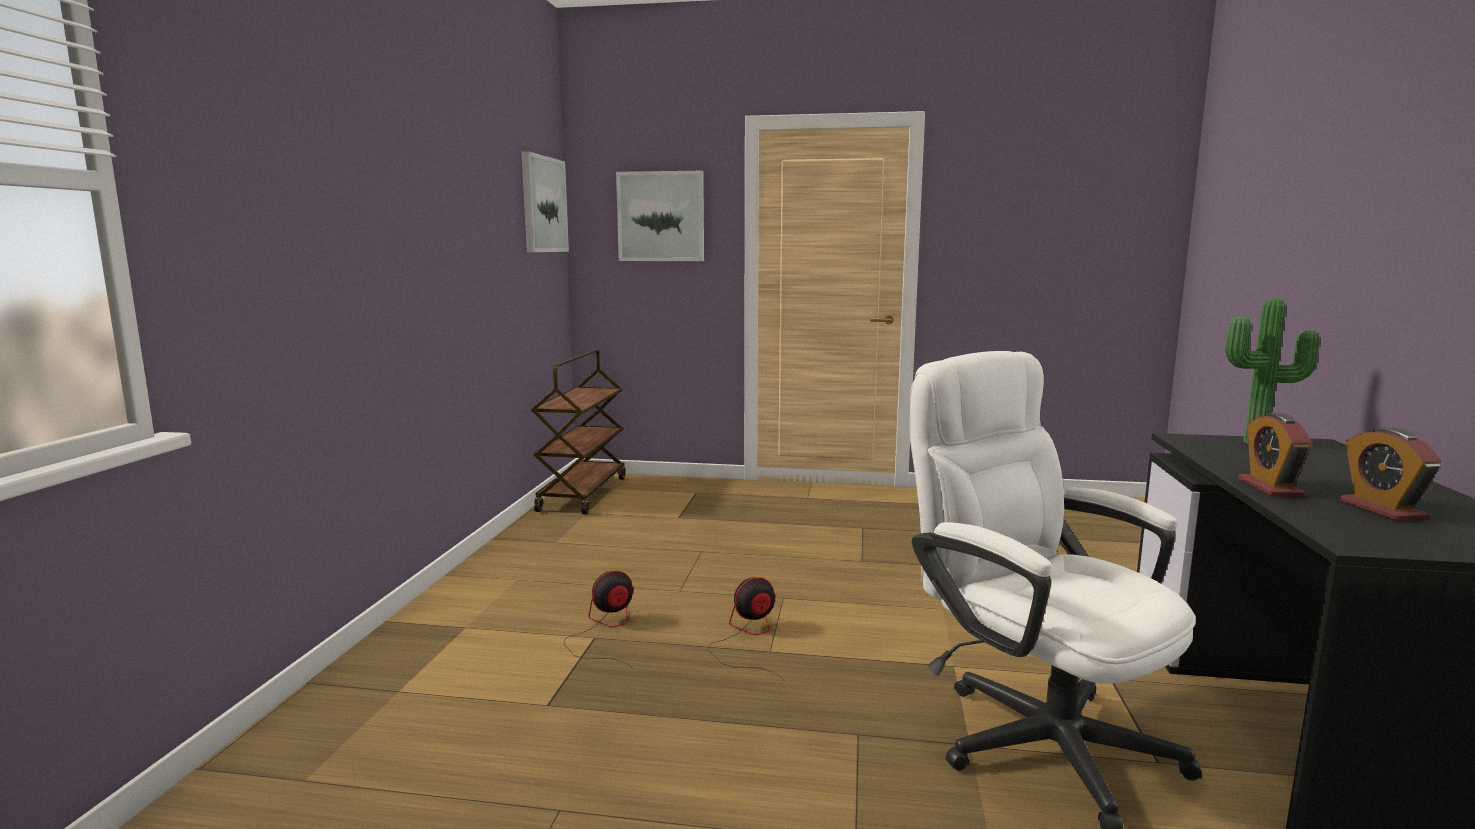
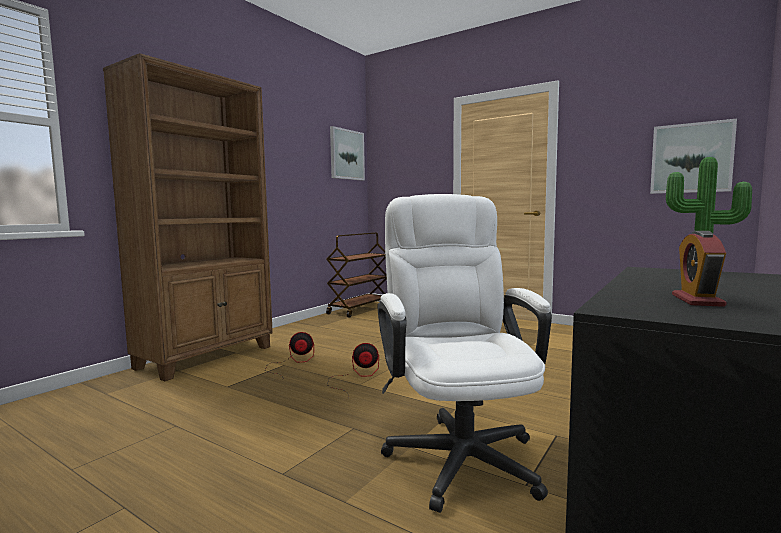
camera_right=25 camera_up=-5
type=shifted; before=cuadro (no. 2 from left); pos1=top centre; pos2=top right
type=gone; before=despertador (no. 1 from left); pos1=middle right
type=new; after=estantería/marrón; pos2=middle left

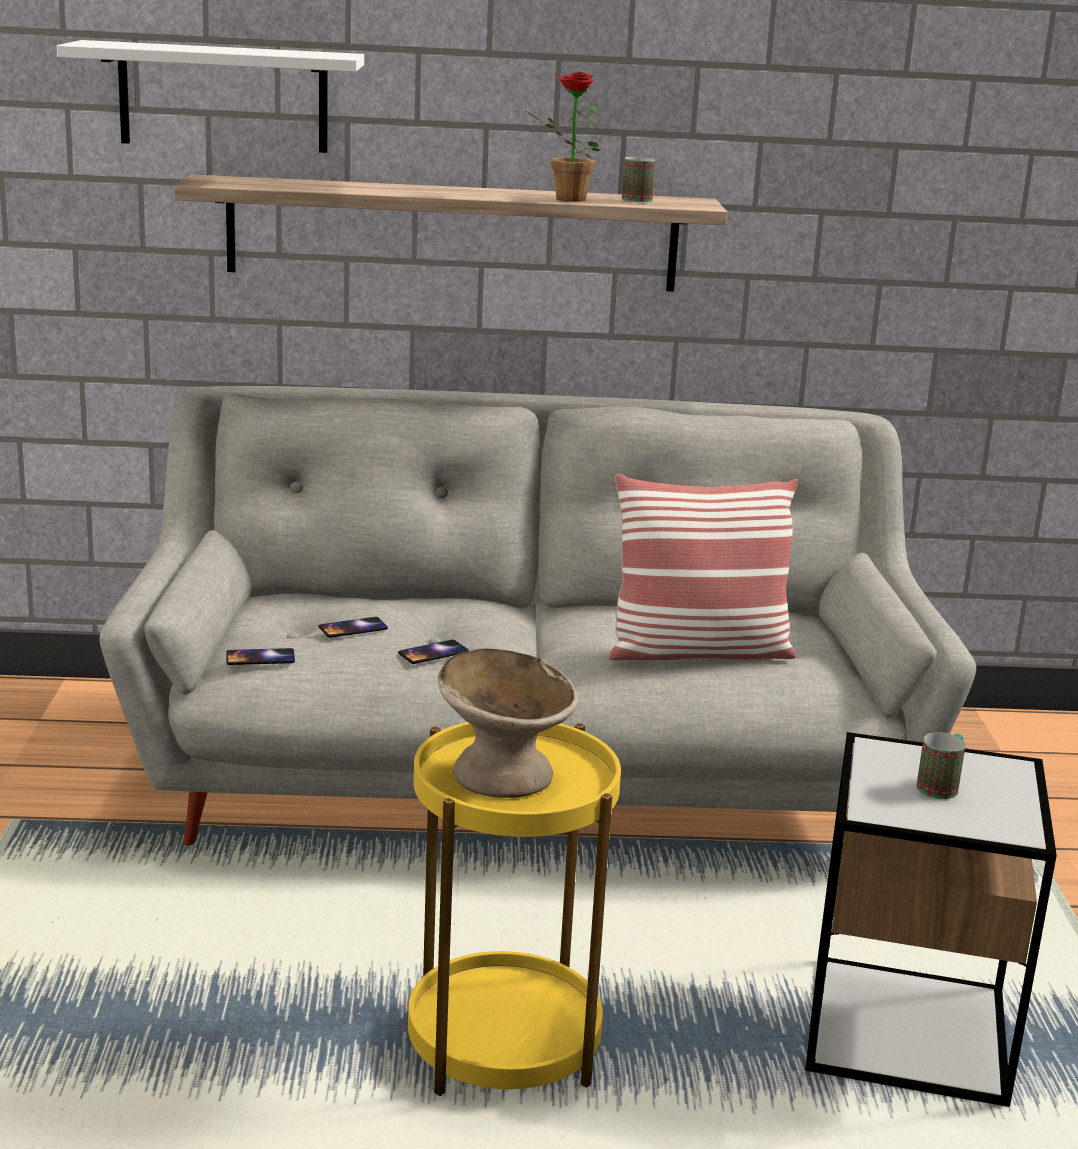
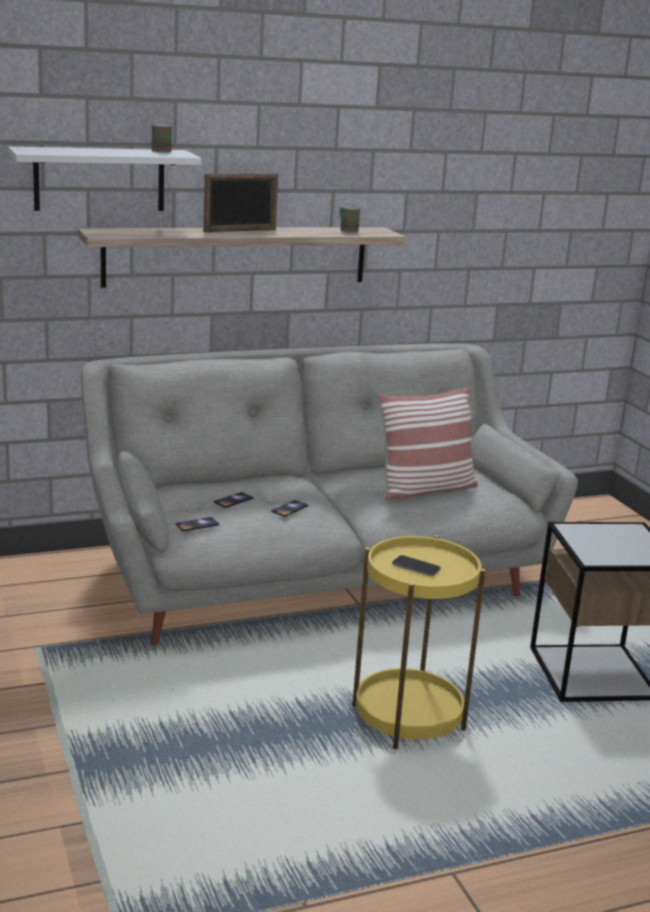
camera_right=-20 camera_up=0
type=swapped; before=cuenco/beis; after=móvil (no. 4 from left); pos1=centre; pos2=centre
type=gone; before=planta en maceta; pos1=top centre
type=shifted; before=taza grande (no. 2 from left in the first image); after=taza grande (no. 1 from left); pos1=middle right; pos2=top left
type=new; after=portarretratos; pos2=top centre

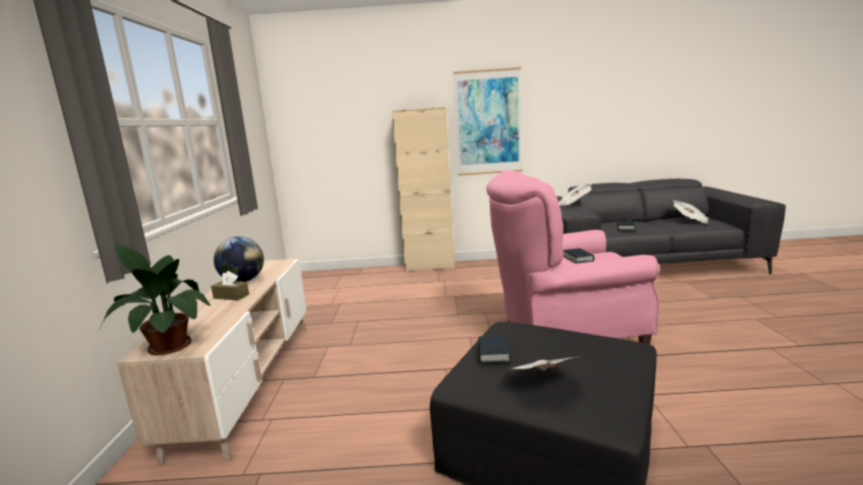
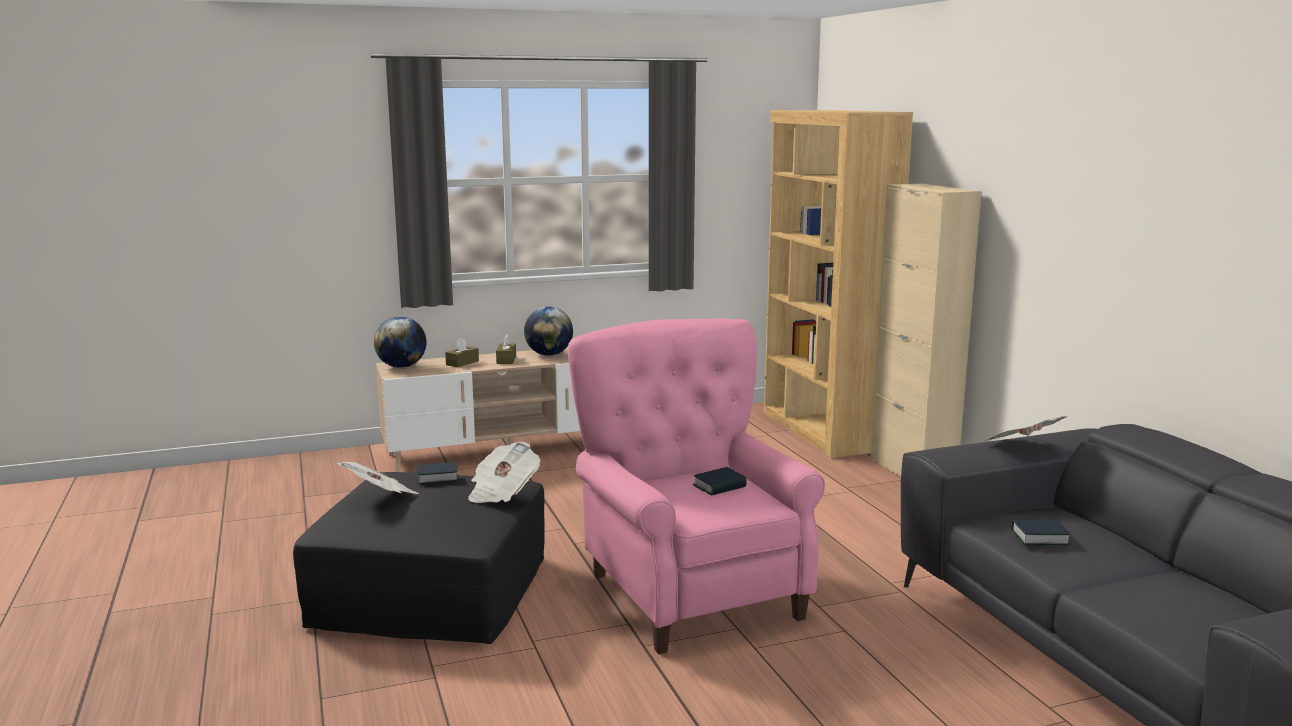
camera_right=70 camera_up=0
type=swapped; before=planta en maceta; after=globo terráqueo (no. 1 from left); pos1=middle left; pos2=middle left
type=gone; before=cuadro; pos1=top centre
type=shifted; before=periódico (no. 3 from left in the first image); after=periódico (no. 2 from left); pos1=middle right; pos2=centre
type=new; after=caja de pañuelos/marrón (no. 1 from left); pos2=centre
type=new; after=estantería/marrón; pos2=centre

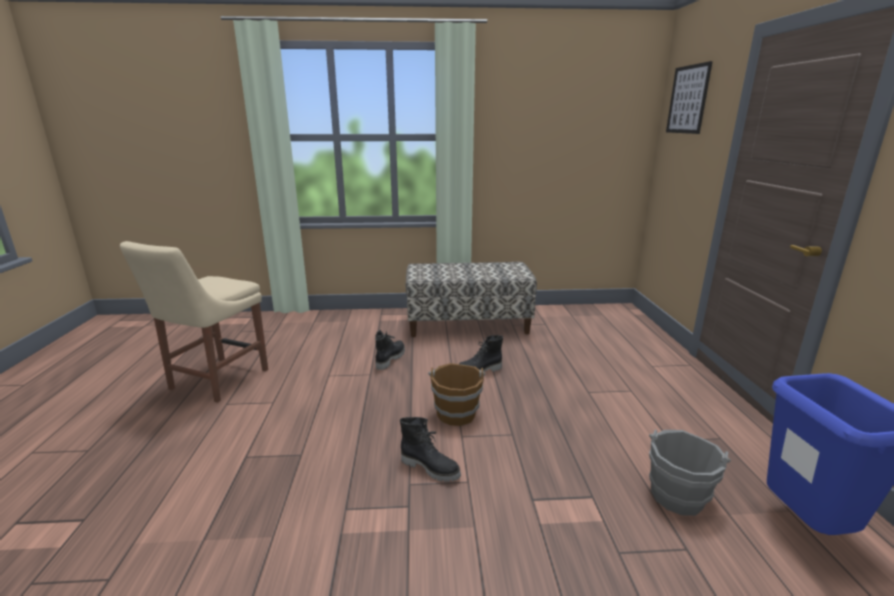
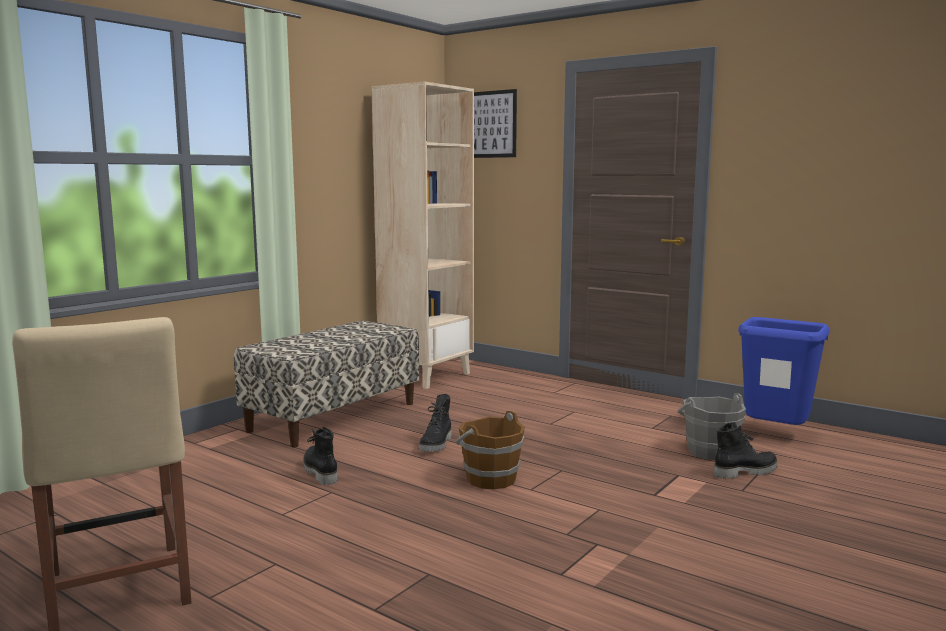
camera_right=-50 camera_up=-10
type=shifted; before=bota/negro (no. 2 from left in the first image); after=bota/negro (no. 3 from left); pos1=bottom centre; pos2=bottom right
type=new; after=estantería/beis; pos2=centre

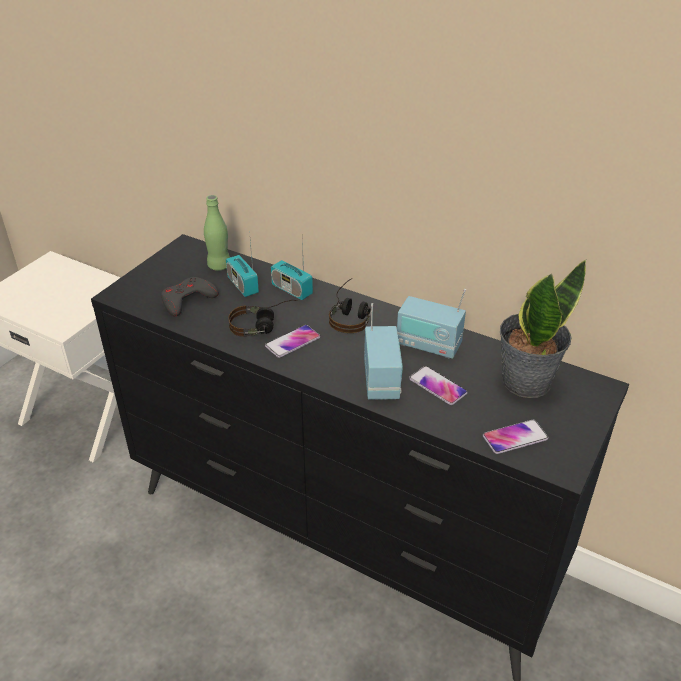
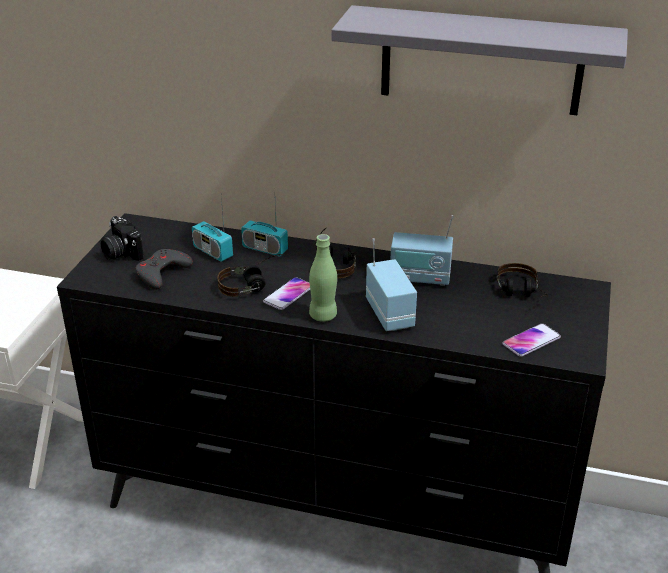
camera_right=-15 camera_up=-5
type=shifted; before=botella/verde; pos1=middle left; pos2=centre
type=gone; before=móvil (no. 2 from left); pos1=centre
type=swapped; before=planta en maceta; after=auriculares (no. 3 from left); pos1=middle right; pos2=middle right
type=new; after=cámara; pos2=middle left
type=new; after=estante/gris; pos2=top right

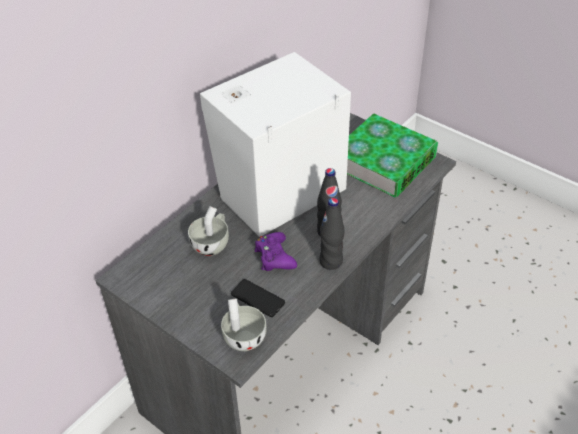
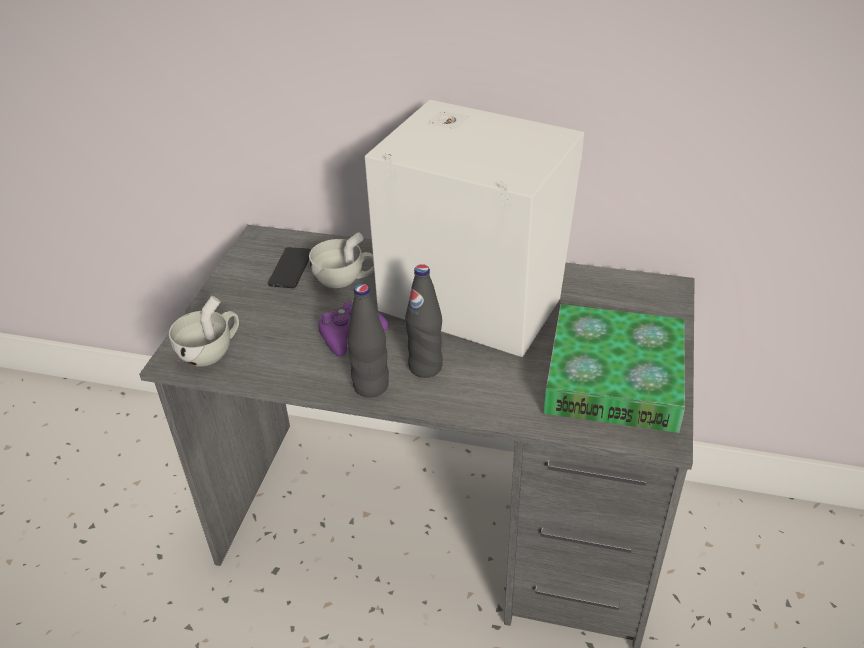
camera_right=65 camera_up=-5
type=shifted; before=móvil; pos1=bottom centre; pos2=centre

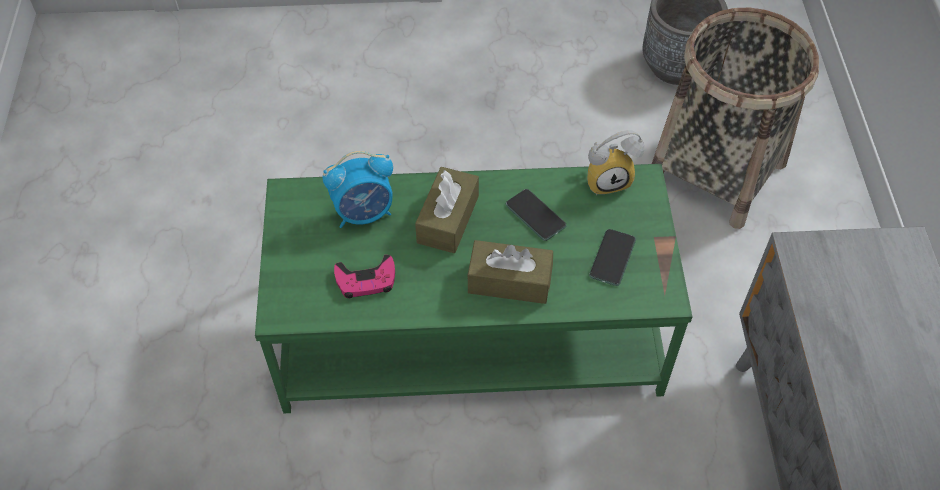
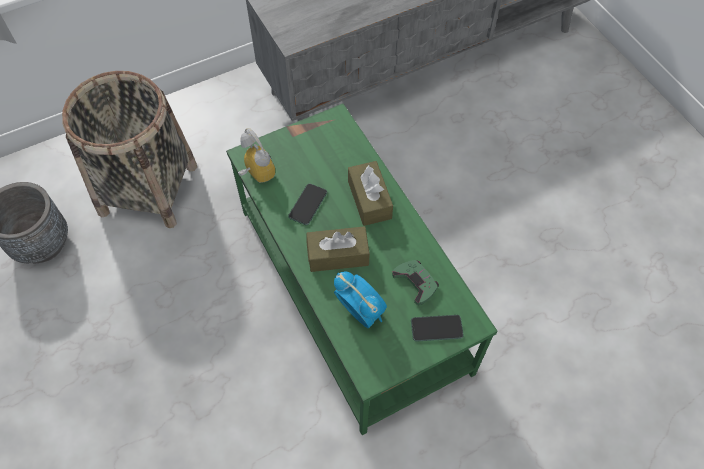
camera_right=-115 camera_up=5
type=repainted; before=mando de consola/rosa; after=mando de consola/verde; pos1=centre; pos2=centre
type=shifted; before=móvil (no. 2 from left); pos1=centre; pos2=bottom centre

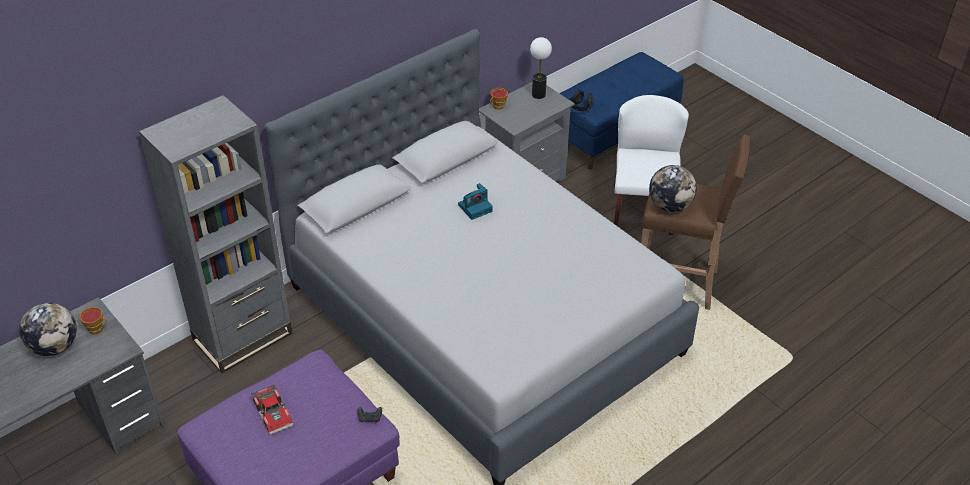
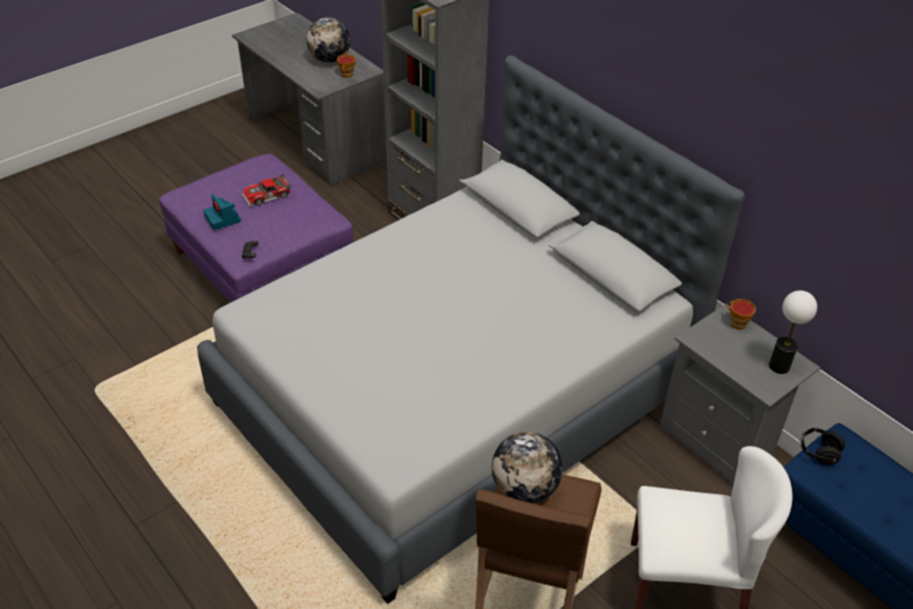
camera_right=90 camera_up=0
type=shifted; before=cámara; pos1=centre; pos2=middle left

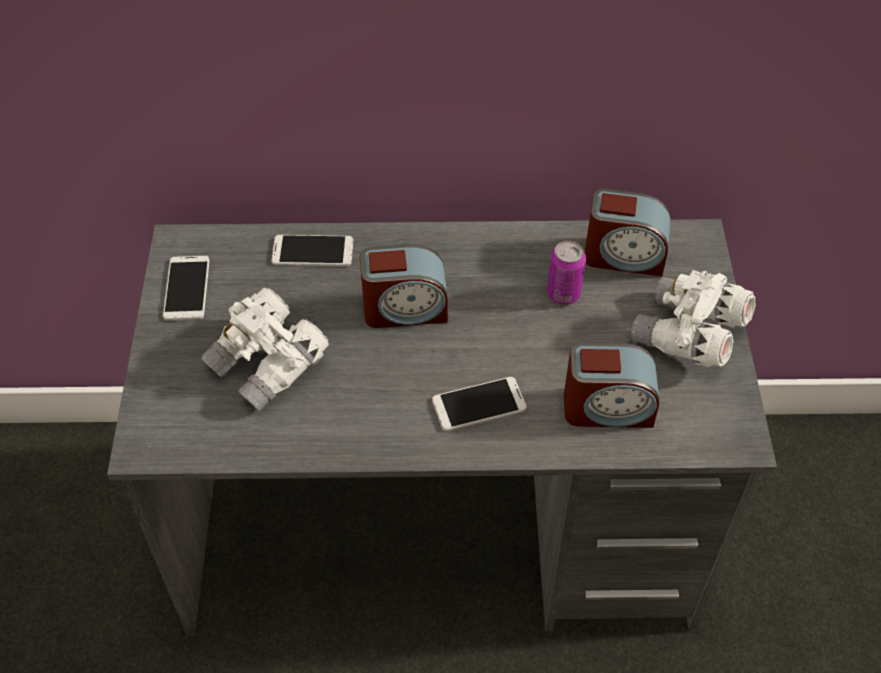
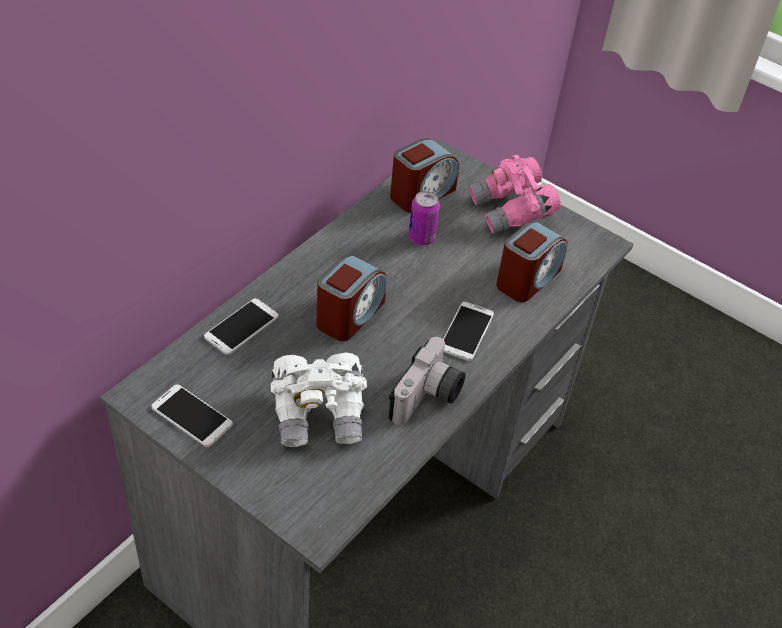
camera_right=-55 camera_up=-5
type=repainted; before=prismáticos/blanco (no. 2 from left); after=prismáticos/rosa; pos1=middle right; pos2=top centre
type=new; after=cámara; pos2=centre

